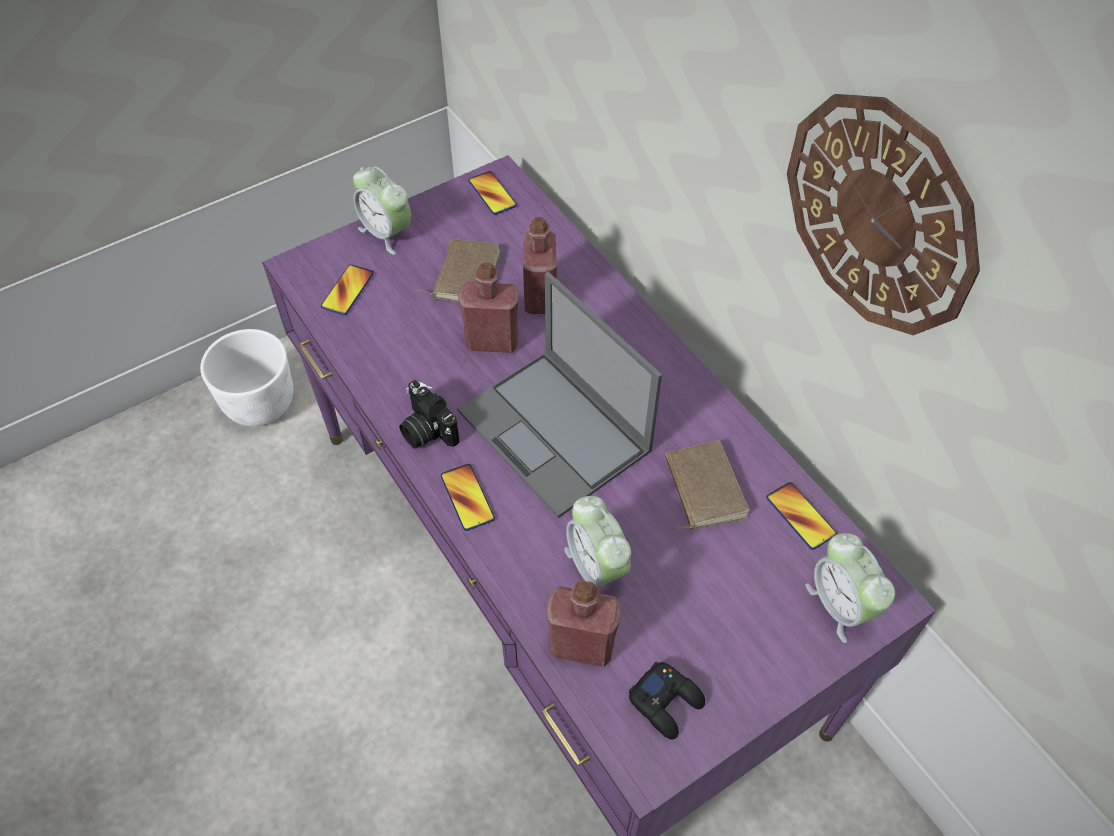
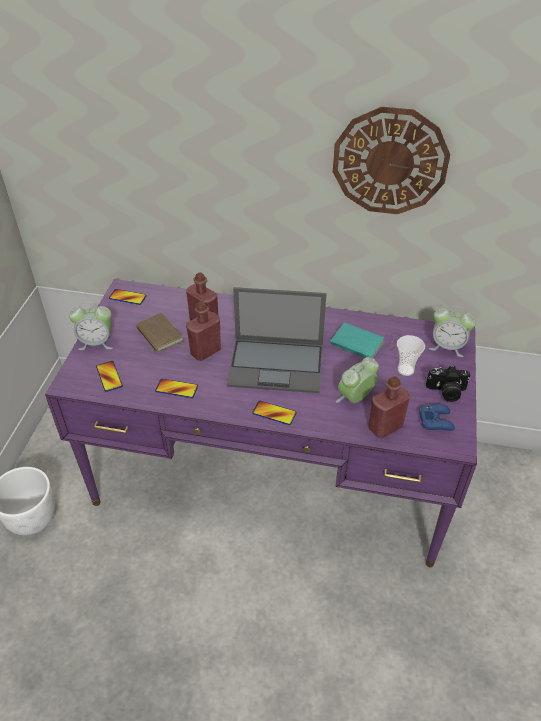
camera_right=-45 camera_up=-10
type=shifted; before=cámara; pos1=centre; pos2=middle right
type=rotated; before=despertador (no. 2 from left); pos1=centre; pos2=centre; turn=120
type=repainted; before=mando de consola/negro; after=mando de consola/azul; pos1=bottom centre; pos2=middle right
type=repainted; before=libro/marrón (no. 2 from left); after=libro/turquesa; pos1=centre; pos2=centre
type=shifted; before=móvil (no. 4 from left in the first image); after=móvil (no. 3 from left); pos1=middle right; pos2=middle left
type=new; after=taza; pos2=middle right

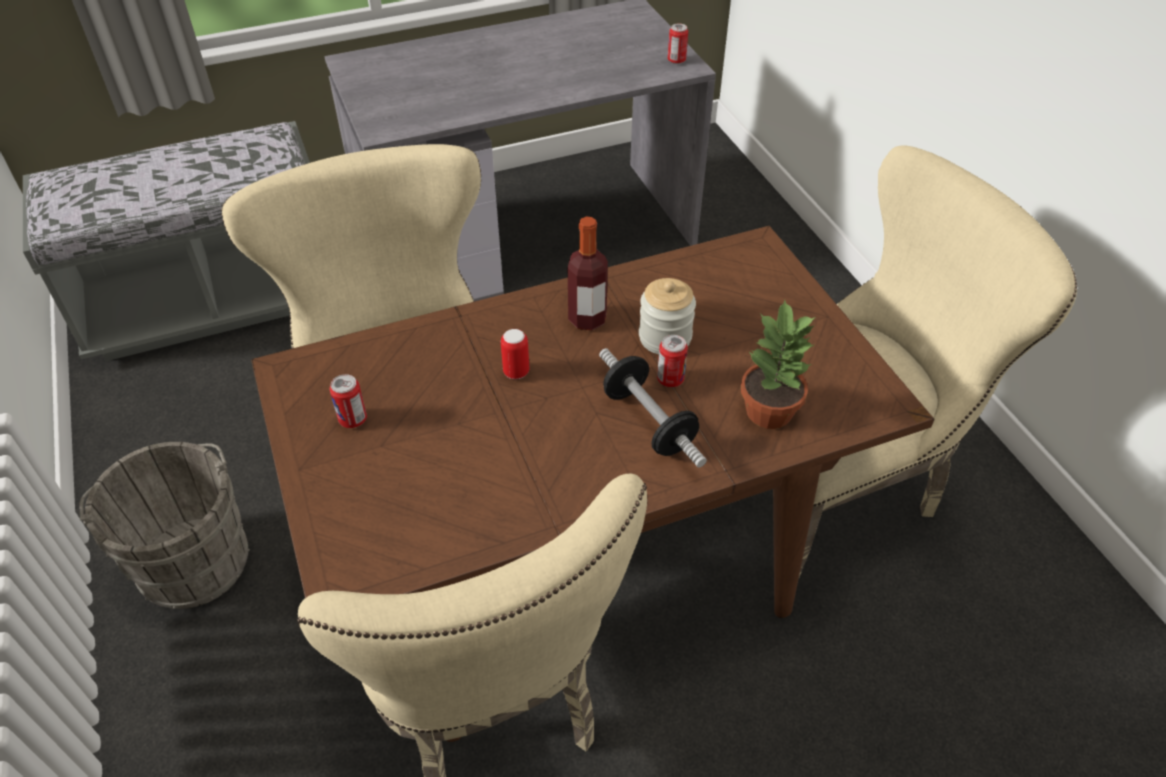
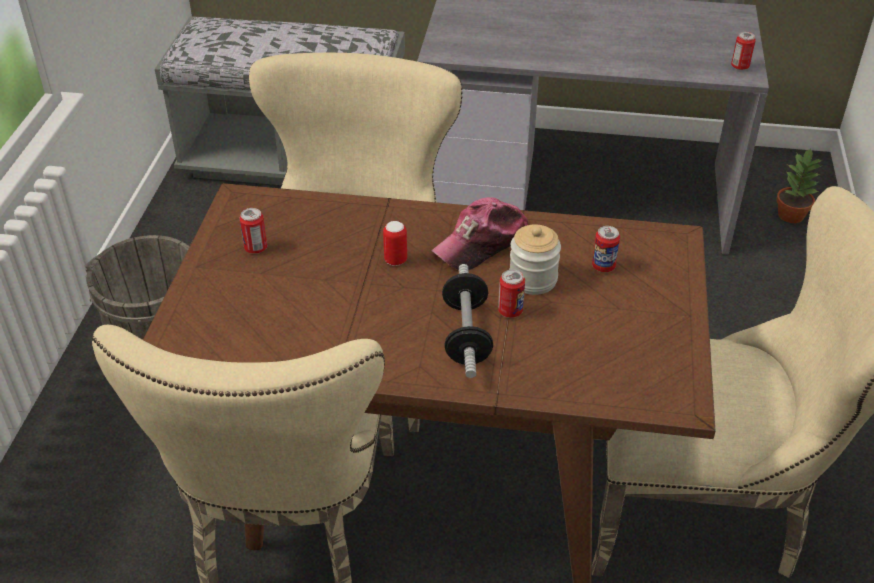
camera_right=30 camera_up=-5
type=swapped; before=botella; after=gorra; pos1=centre; pos2=centre
type=shifted; before=planta en maceta; pos1=middle right; pos2=top right
type=new; after=lata (no. 4 from left); pos2=middle right

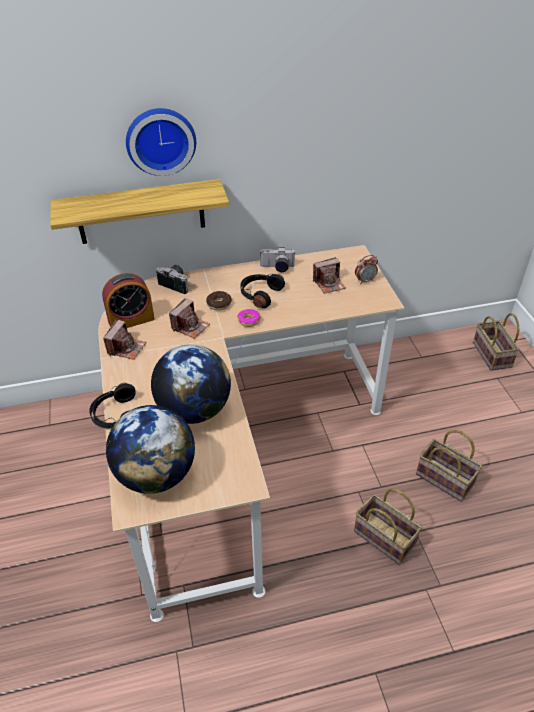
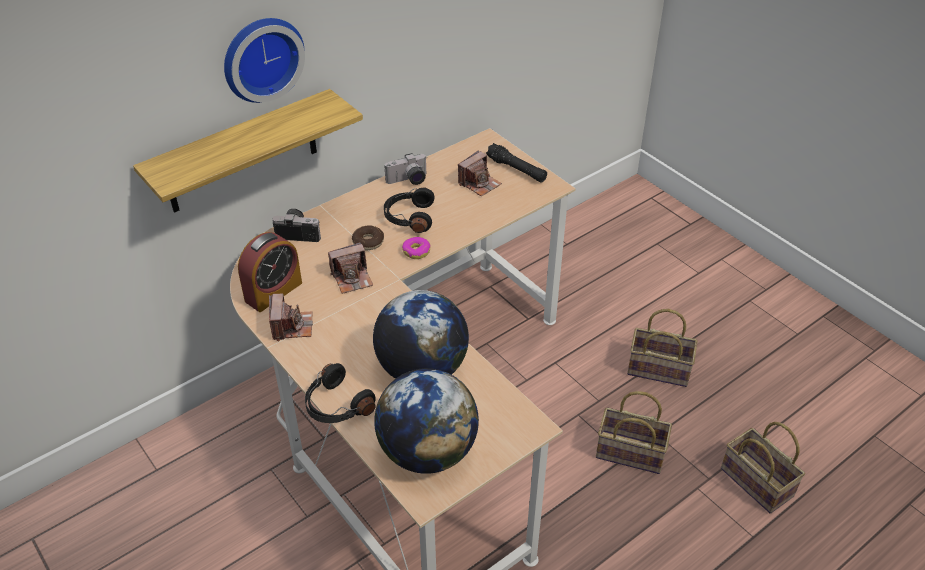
camera_right=-25 camera_up=0
type=rotated; before=cámara (no. 3 from left); pos1=centre; pos2=centre; turn=60
type=swapped; before=despertador (no. 2 from left); after=linterna/negro; pos1=middle right; pos2=top centre
type=shifted; before=cesta (no. 3 from left); pos1=middle right; pos2=bottom right

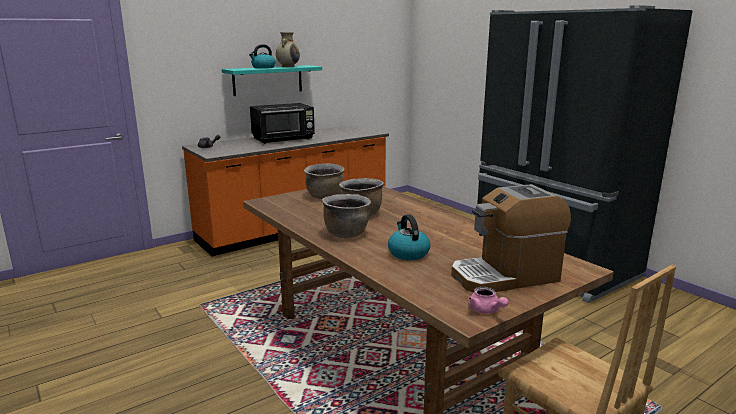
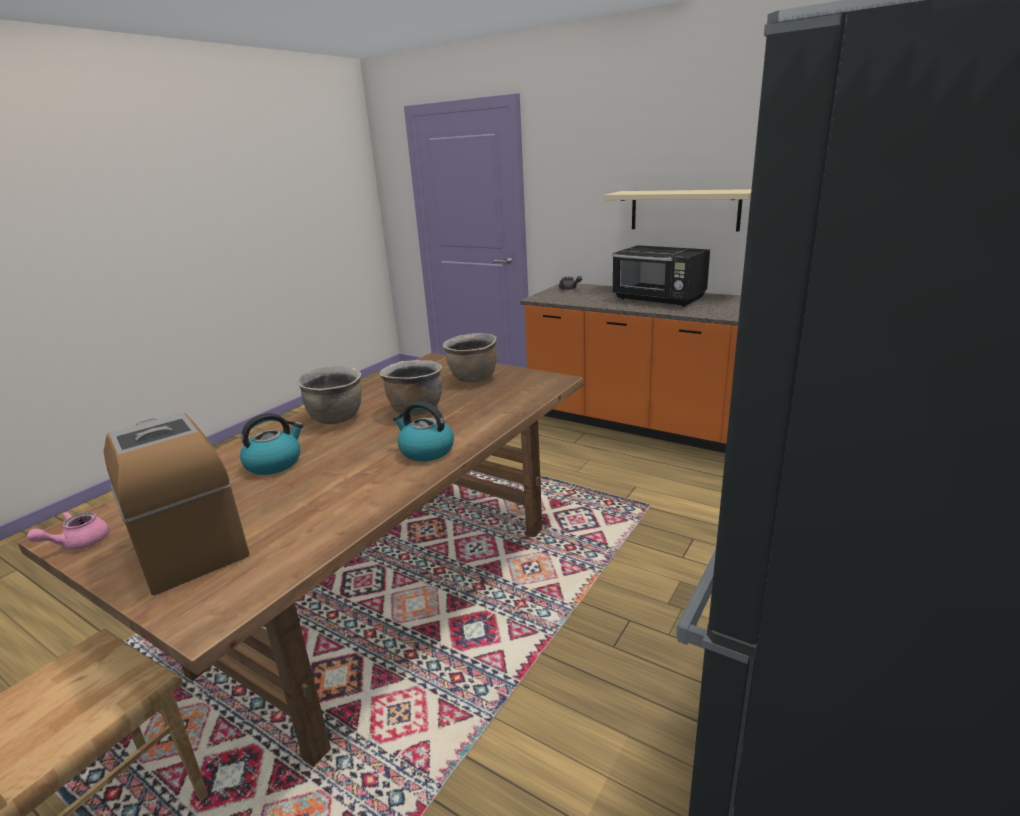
camera_right=70 camera_up=5
type=repainted; before=estante/turquesa; after=estante/beis; pos1=top centre; pos2=top centre
type=shifted; before=hervidor (no. 1 from left in the first image); after=hervidor (no. 2 from left); pos1=top centre; pos2=centre
type=gone; before=florero/beis; pos1=top centre

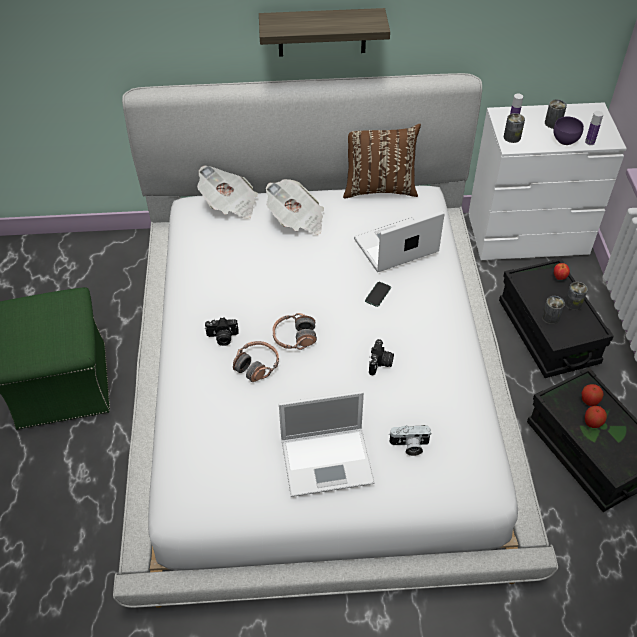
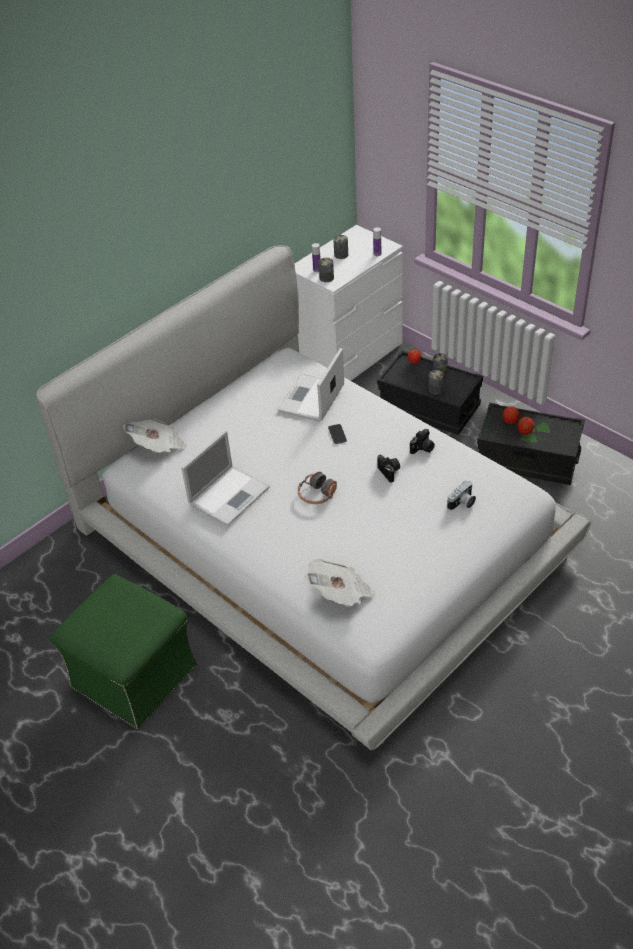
camera_right=-40 camera_up=-5
type=shifted; before=cámara (no. 1 from left in the first image); after=cámara (no. 2 from left); pos1=centre; pos2=middle right
type=gone; before=auriculares (no. 1 from left); pos1=centre
type=gone; before=estante; pos1=top centre
type=shifted; before=periódico (no. 2 from left); pos1=top centre; pos2=centre
type=shifted; before=portátil (no. 1 from left); pos1=bottom centre; pos2=centre
type=gone; before=cojín/marrón; pos1=top centre
type=gone; before=cuenco/morado; pos1=top right

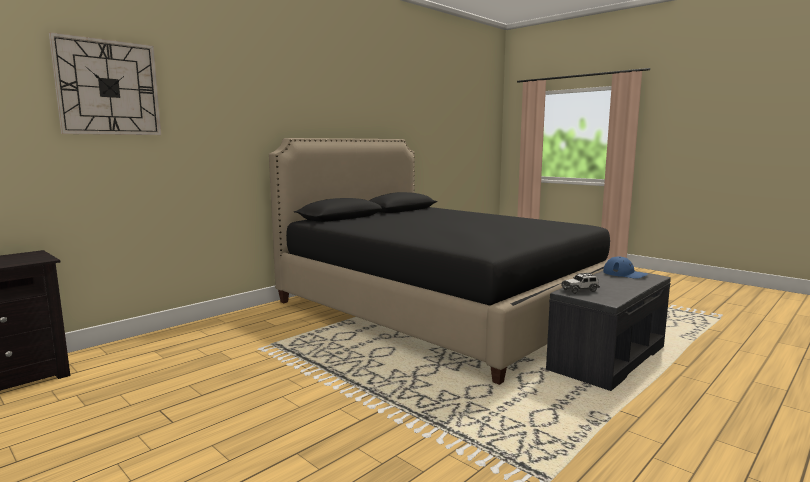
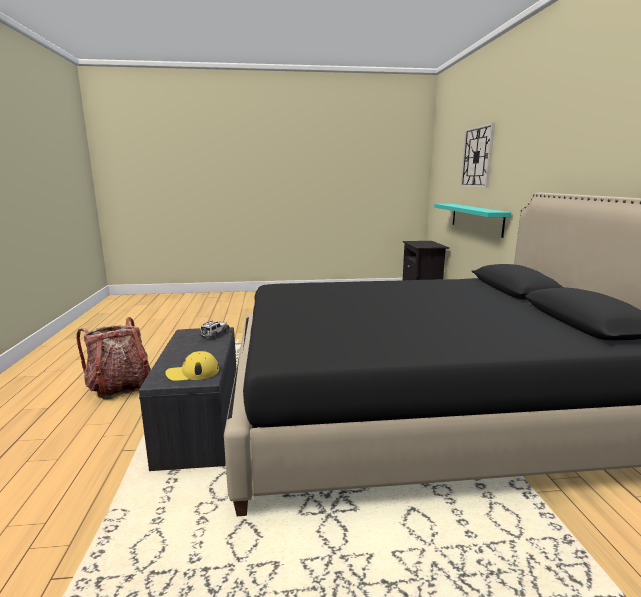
camera_right=130 camera_up=5
type=repainted; before=gorra/azul; after=gorra/amarillo; pos1=middle right; pos2=middle left
type=new; after=mochila; pos2=middle left
type=new; after=estante/turquesa; pos2=middle right

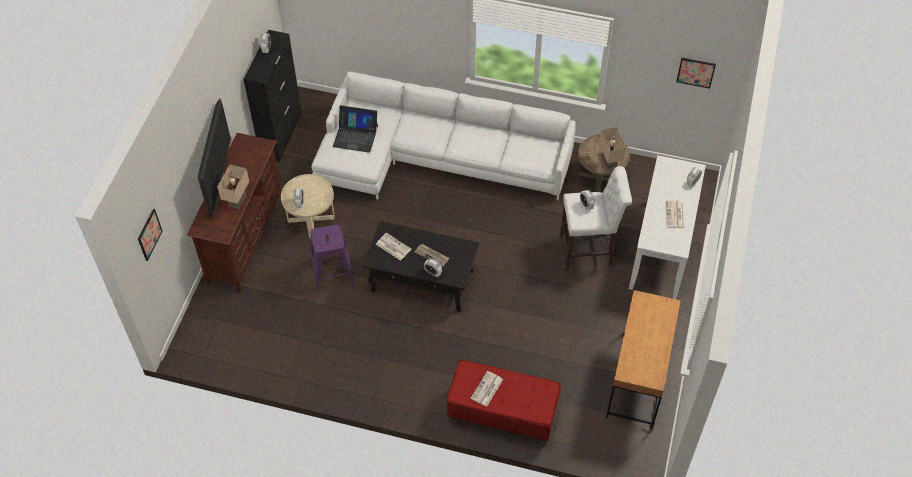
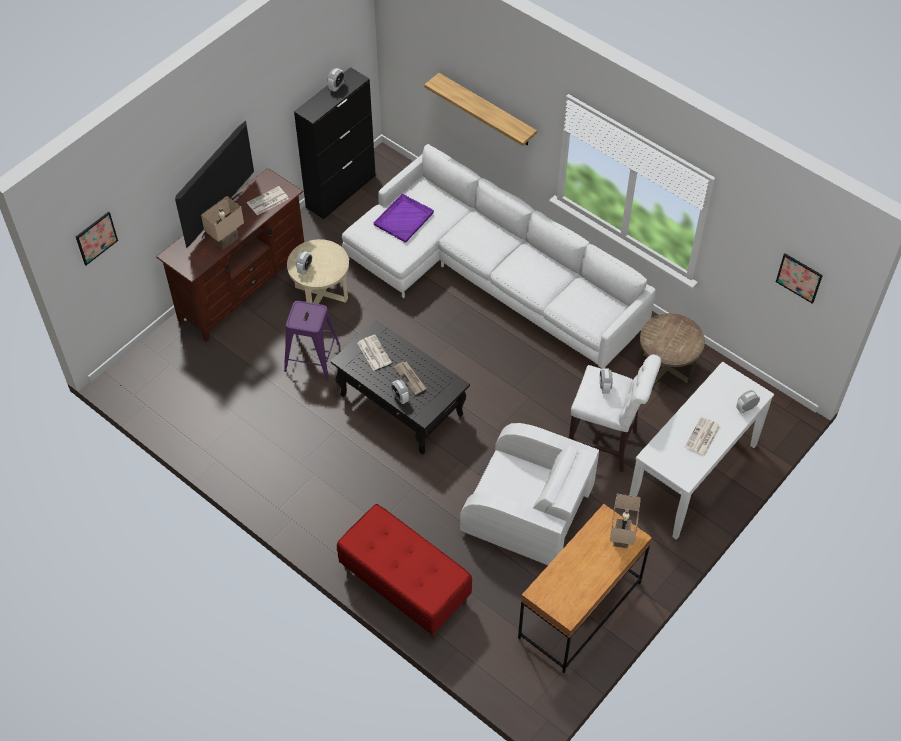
camera_right=25 camera_up=0
type=swapped; before=portátil; after=bandeja/morado; pos1=top centre; pos2=top centre
type=shifted; before=periódico (no. 3 from left in the first image); after=periódico (no. 1 from left); pos1=bottom centre; pos2=top left
type=shifted; before=lámpara de mesa/beis (no. 2 from left); pos1=top right; pos2=bottom right
type=new; after=estante; pos2=top centre
type=new; after=sillón/blanco; pos2=bottom centre

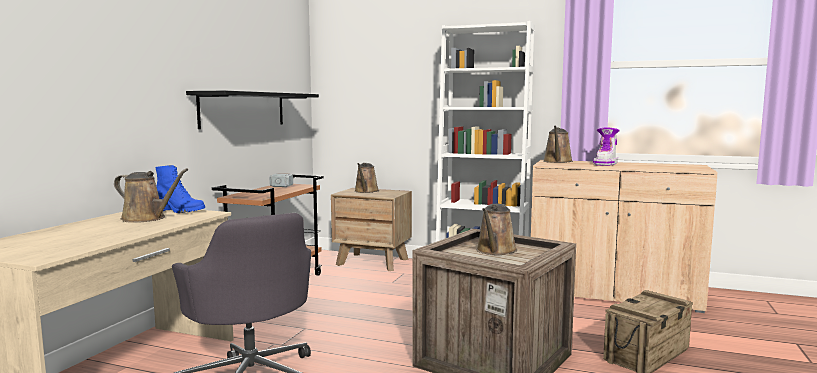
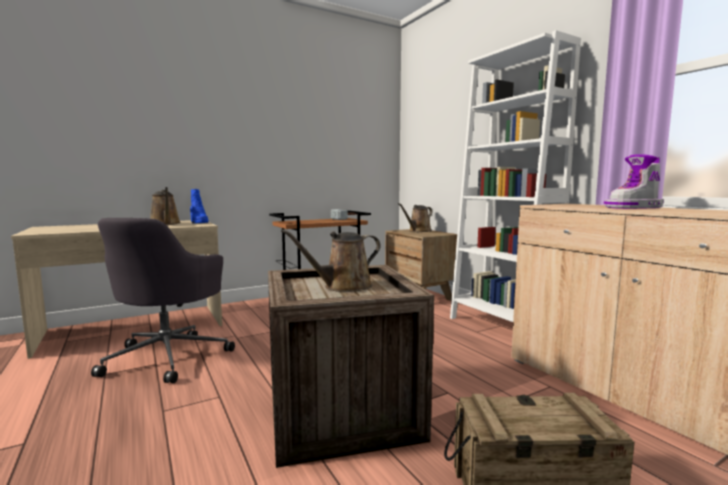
camera_right=40 camera_up=0
type=gone; before=estante/negro; pos1=top left
type=gone; before=regadera/marrón (no. 4 from left); pos1=middle right

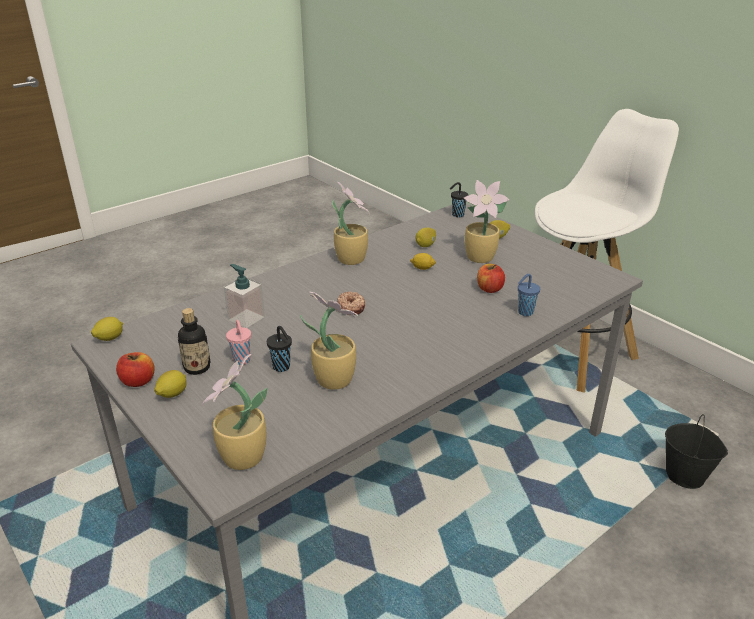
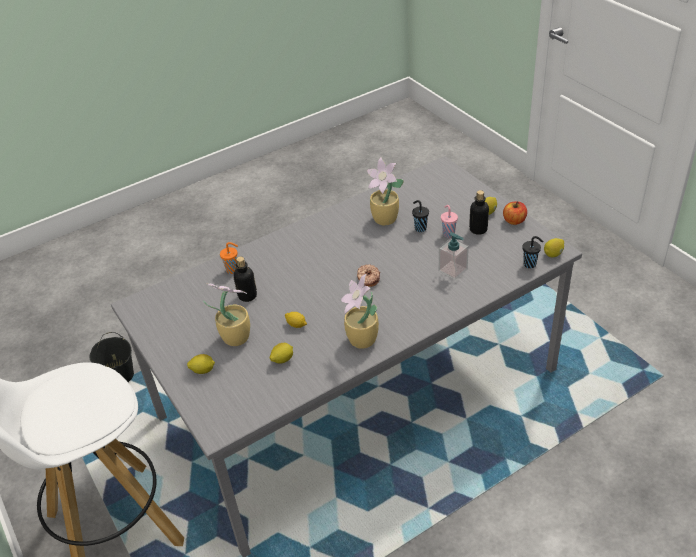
camera_right=-170 camera_up=10
type=gone; before=planta en maceta (no. 1 from left); pos1=middle left
type=shifted; before=taza/negro (no. 2 from left); pos1=top centre; pos2=middle right
type=swapped; before=manzana (no. 2 from left); after=botella (no. 1 from left); pos1=centre; pos2=centre
type=repainted; before=taza/azul; after=taza/naranja; pos1=middle right; pos2=middle left

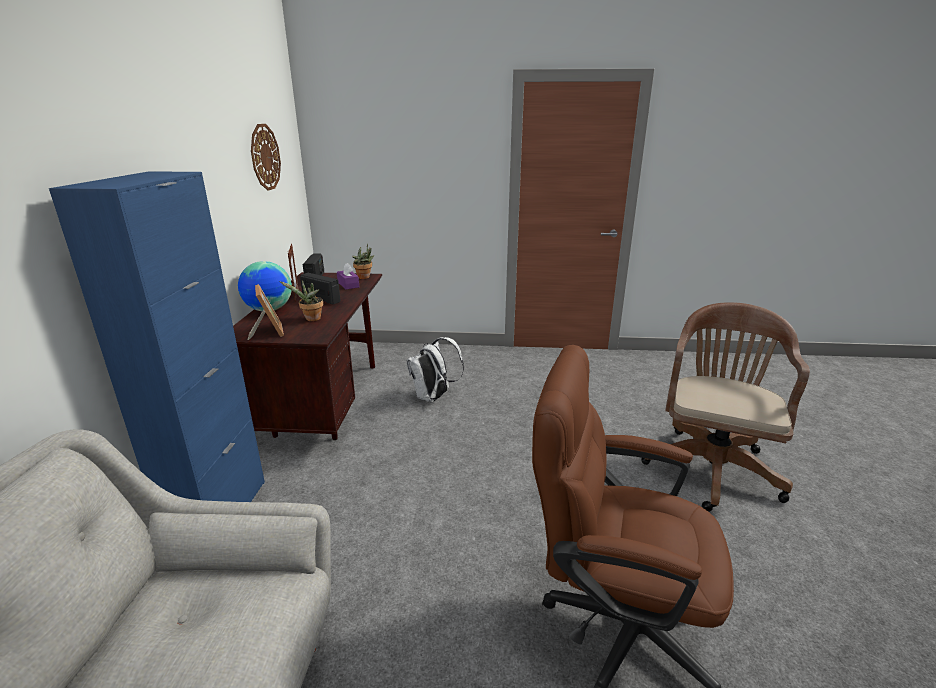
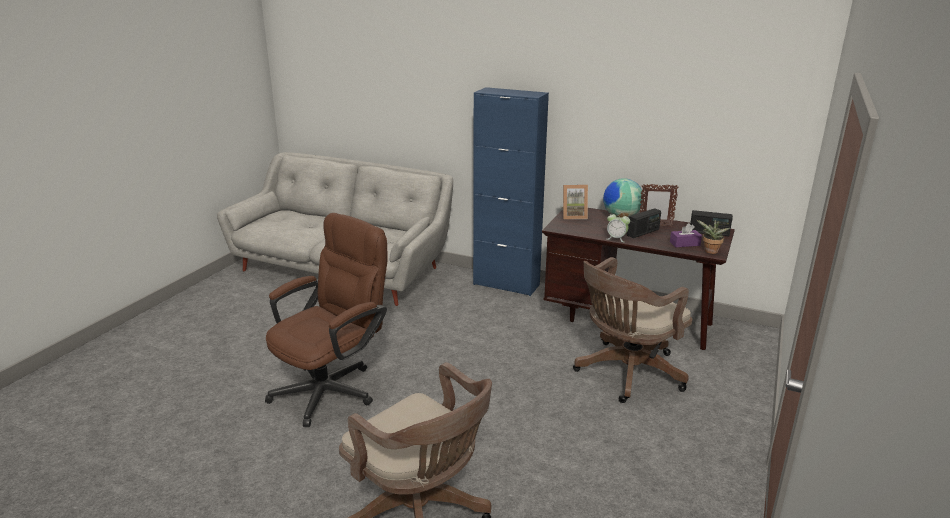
camera_right=110 camera_up=0
type=gone; before=reloj de pared; pos1=top left
type=gone; before=planta en maceta (no. 1 from left); pos1=middle left
type=swapped; before=mochila/blanco; after=silla de oficina/marrón (no. 3 from left); pos1=centre; pos2=centre
type=new; after=despertador; pos2=centre

